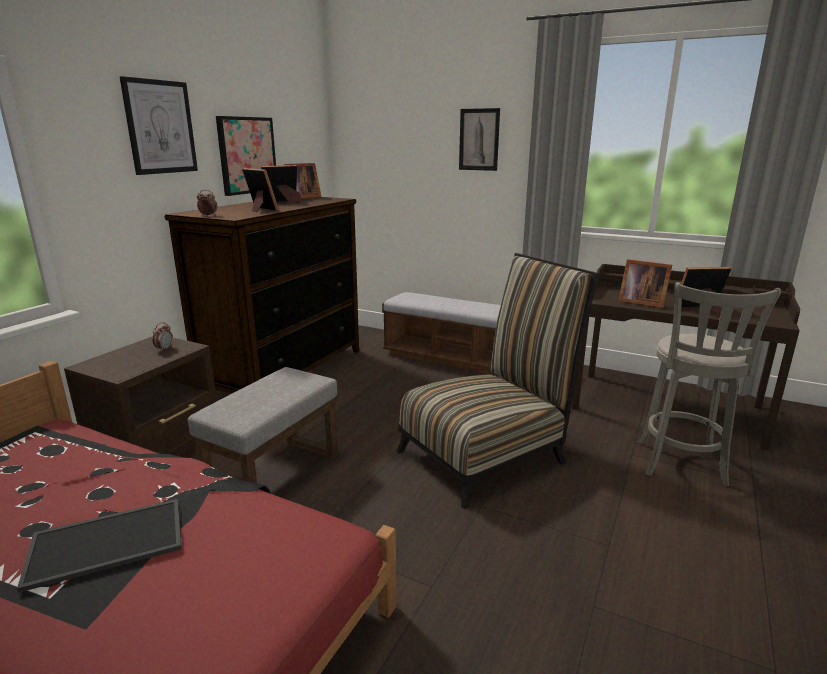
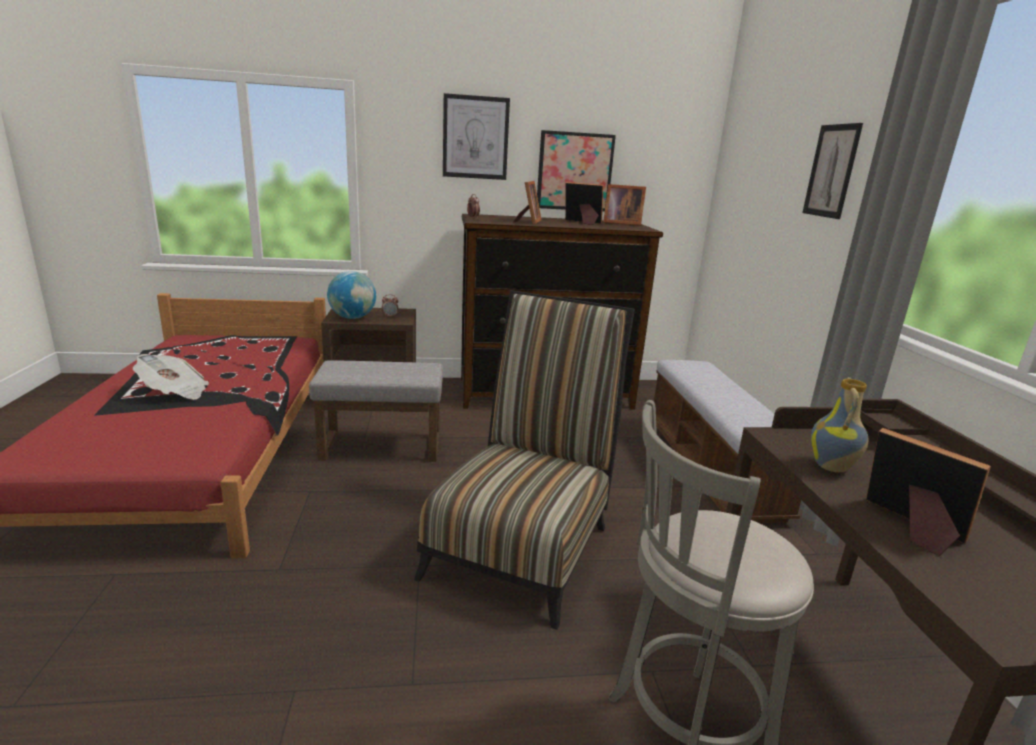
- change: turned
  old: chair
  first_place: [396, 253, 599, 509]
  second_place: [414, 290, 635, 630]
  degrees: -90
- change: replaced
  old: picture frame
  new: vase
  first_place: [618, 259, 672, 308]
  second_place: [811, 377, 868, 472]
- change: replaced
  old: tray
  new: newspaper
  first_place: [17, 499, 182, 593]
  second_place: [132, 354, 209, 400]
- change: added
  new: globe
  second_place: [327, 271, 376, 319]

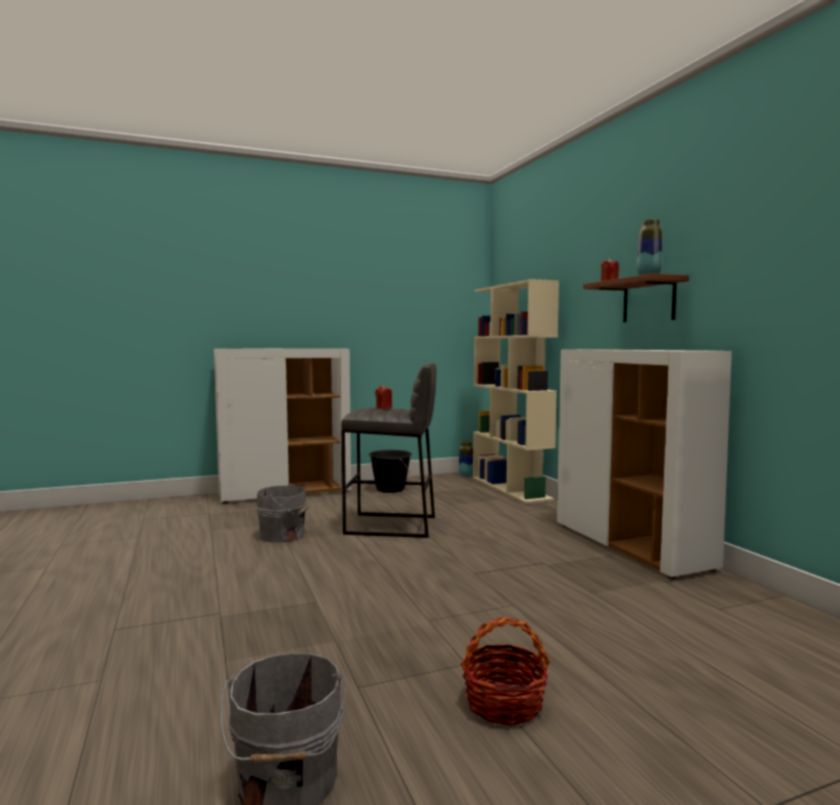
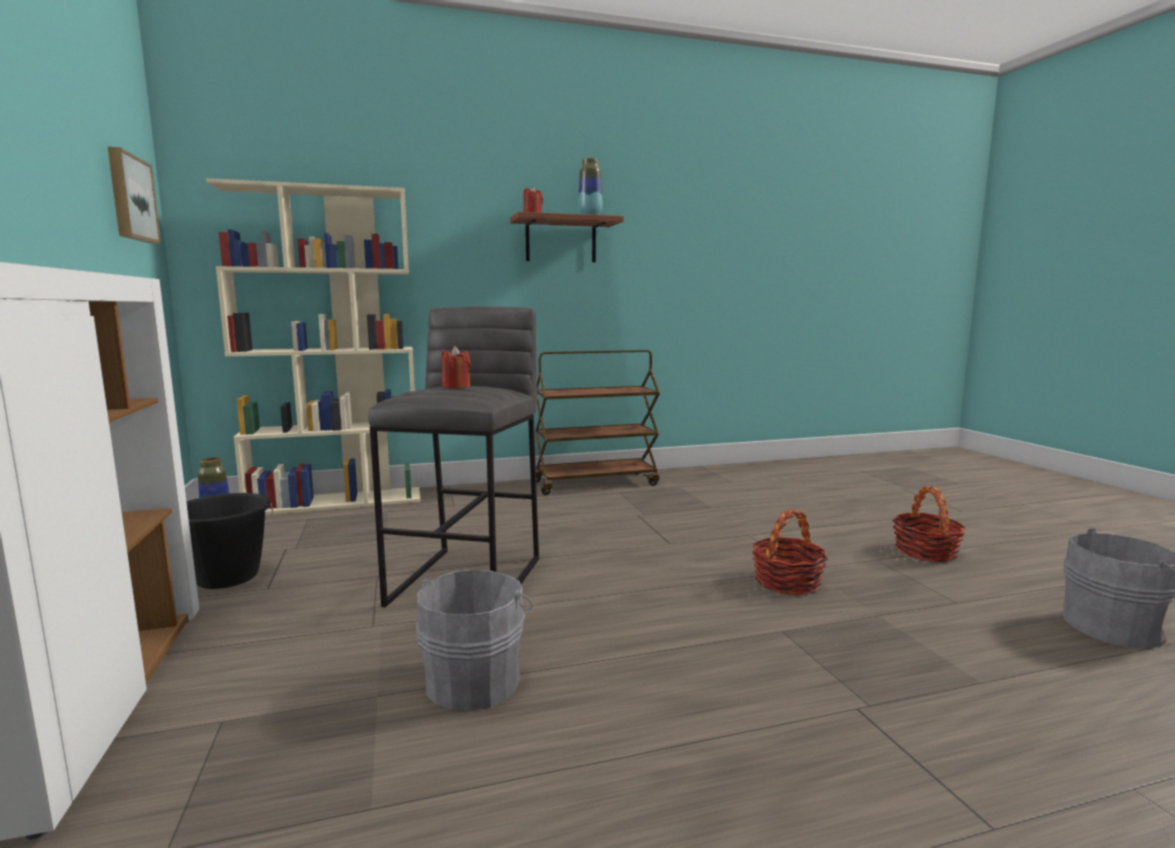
- change: replaced
  old: cabinet in white
  new: cart in brown
  first_place: [557, 349, 732, 579]
  second_place: [535, 350, 660, 495]
- change: added
  new: picture
  second_place: [108, 147, 161, 244]
- change: added
  new: basket
  second_place: [752, 509, 828, 595]

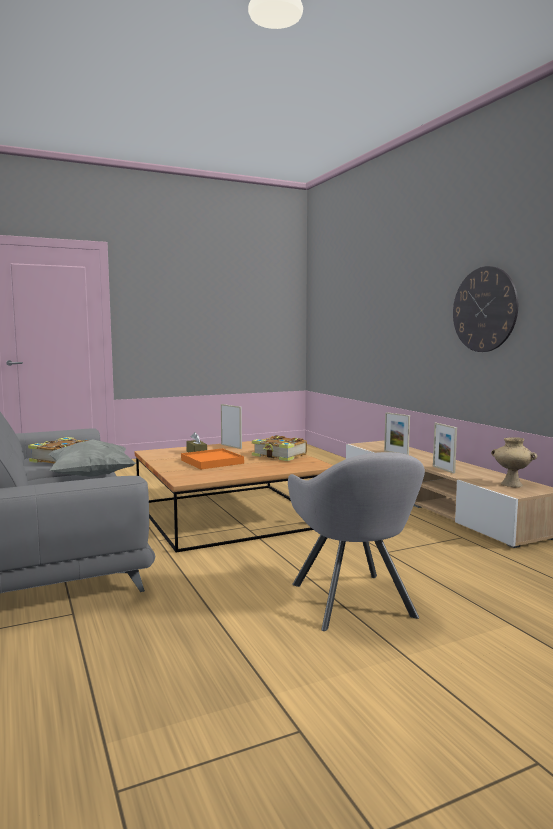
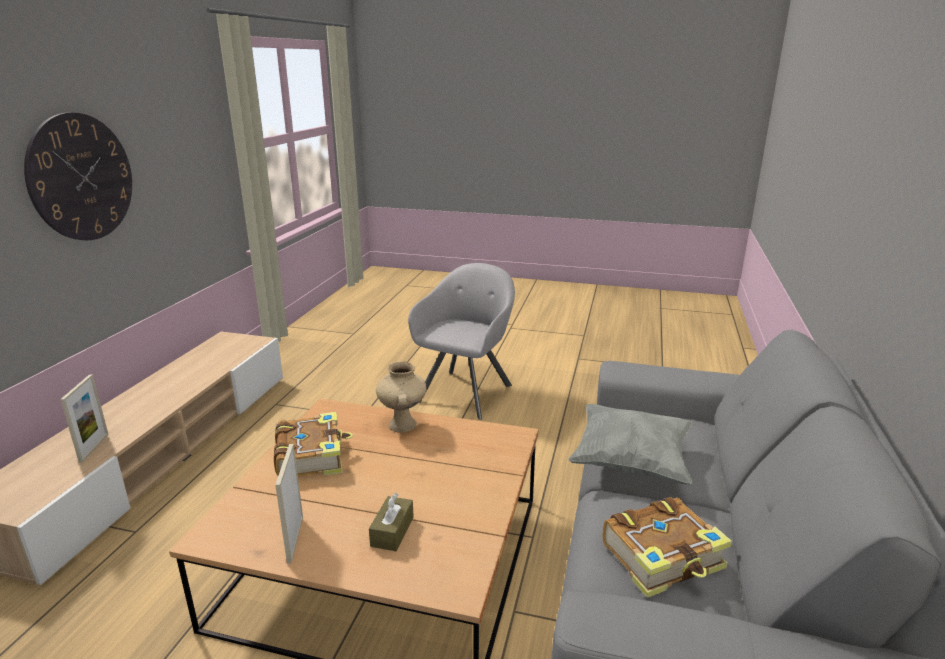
- change: removed
  old: picture frame
  first_place: [433, 423, 457, 473]
- change: moved
  old: vase in beige
  first_place: [491, 437, 537, 487]
  second_place: [376, 362, 427, 433]
- change: removed
  old: tray in orange
  first_place: [181, 448, 244, 470]

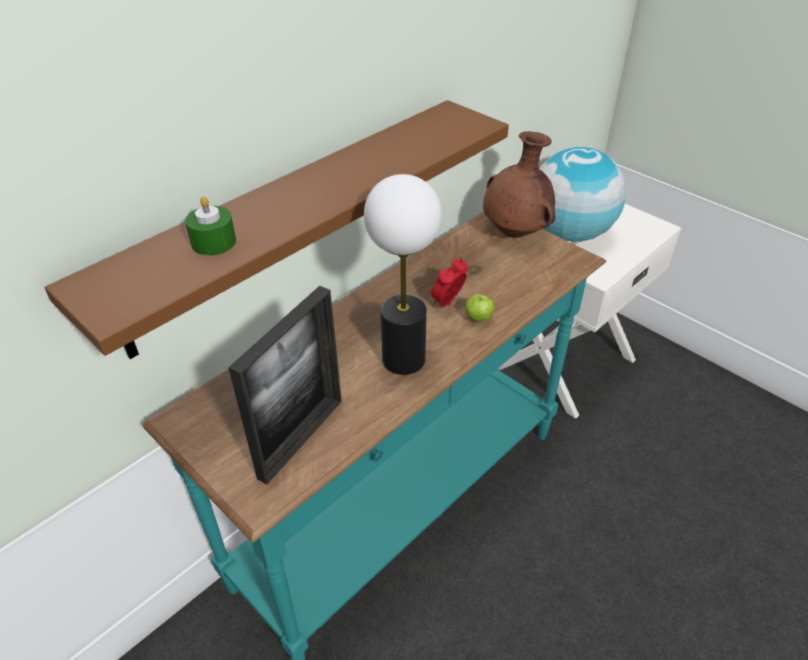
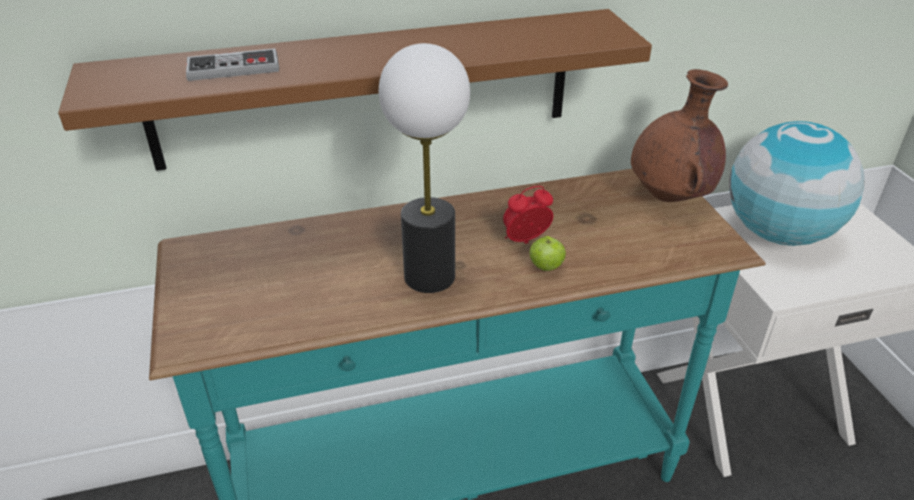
- change: replaced
  old: candle in green
  new: game controller
  first_place: [185, 196, 236, 256]
  second_place: [186, 48, 279, 81]
- change: removed
  old: picture frame
  first_place: [228, 286, 342, 485]

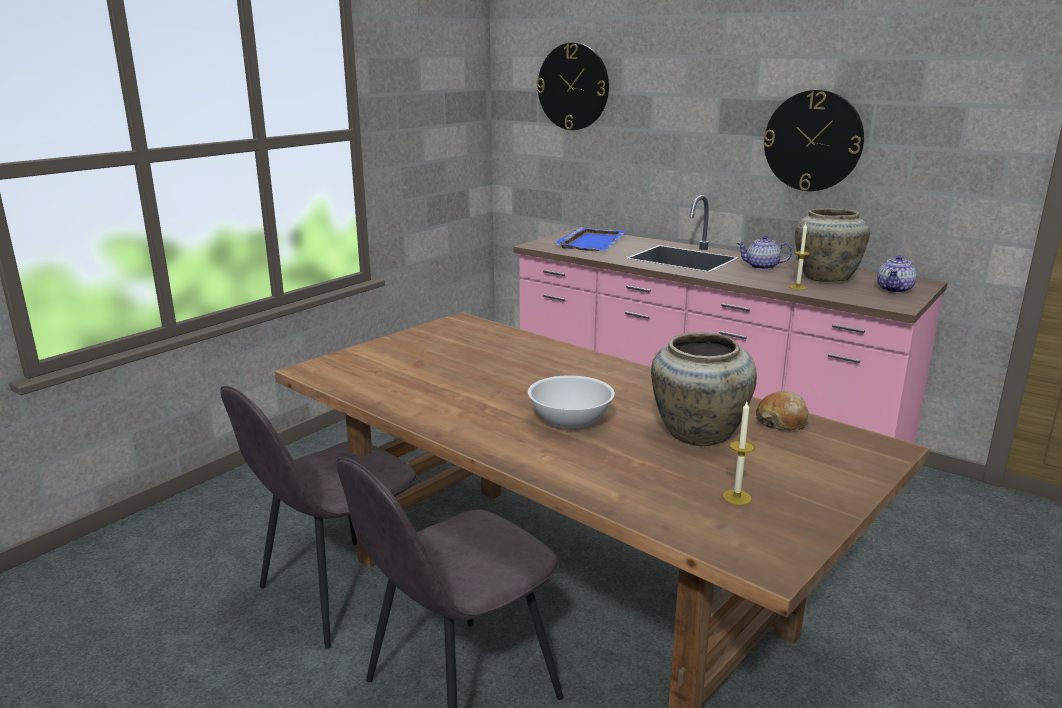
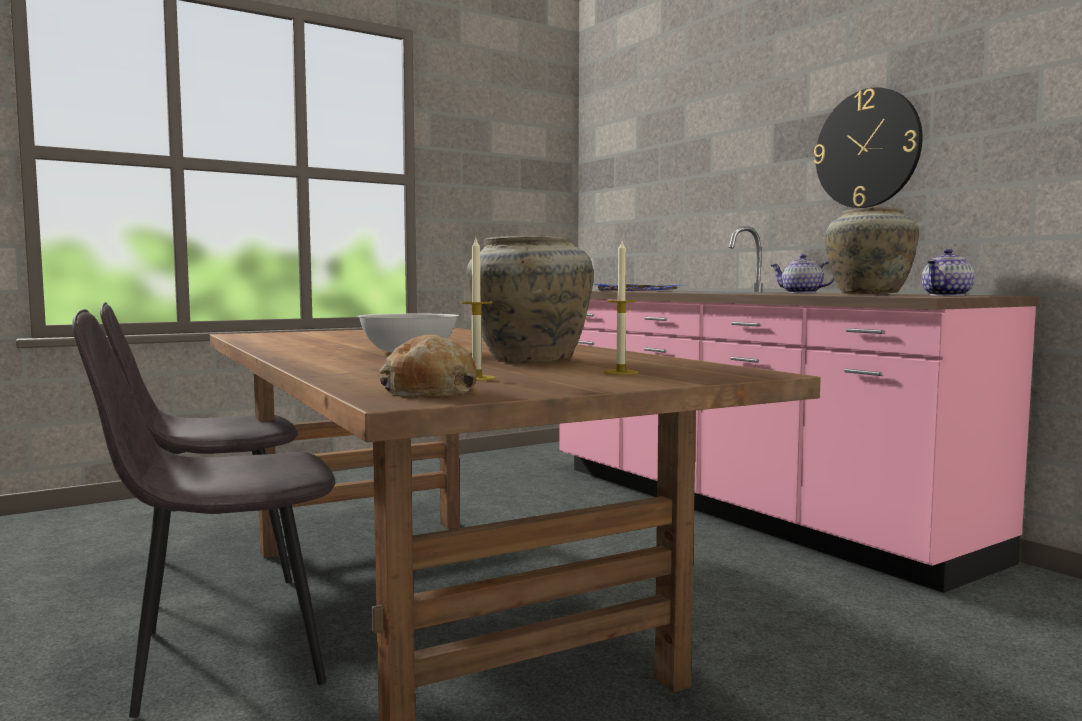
- change: removed
  old: wall clock
  first_place: [537, 43, 609, 130]
- change: moved
  old: candle
  first_place: [789, 224, 810, 290]
  second_place: [603, 241, 639, 375]
- change: moved
  old: bread
  first_place: [756, 391, 809, 431]
  second_place: [379, 335, 477, 396]

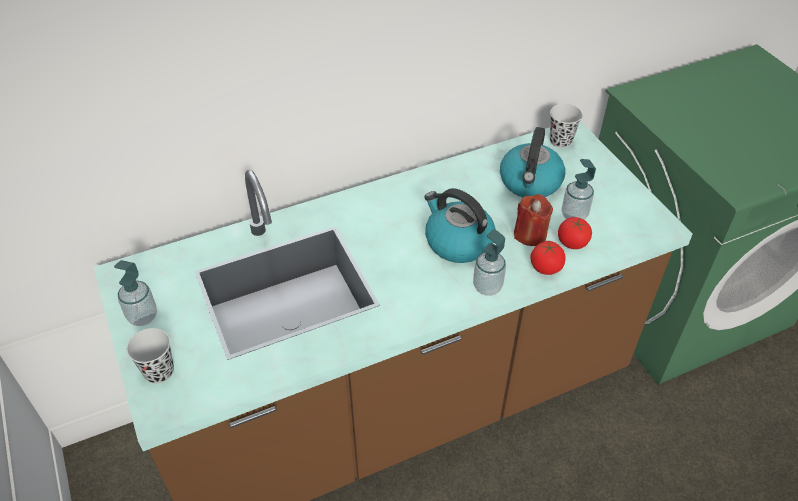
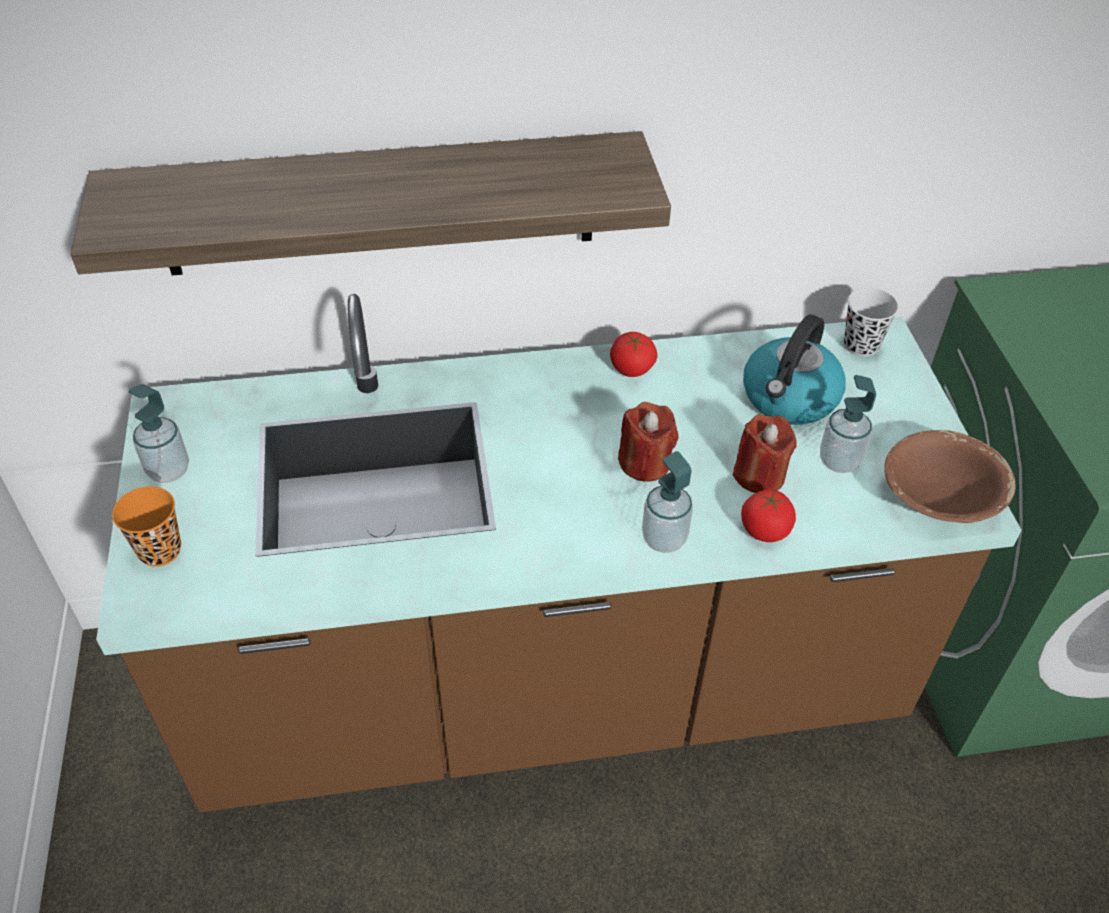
- change: replaced
  old: kettle
  new: candle in red
  first_place: [424, 188, 495, 263]
  second_place: [618, 402, 678, 482]
- change: moved
  old: tomato
  first_place: [558, 217, 592, 249]
  second_place: [610, 332, 658, 377]
- change: recoloured
  old: cup in black
  new: cup in orange
  first_place: [127, 328, 174, 384]
  second_place: [112, 486, 181, 567]
- change: added
  new: shelf
  second_place: [70, 131, 671, 275]
- change: added
  new: bowl in brown
  second_place: [884, 430, 1016, 523]

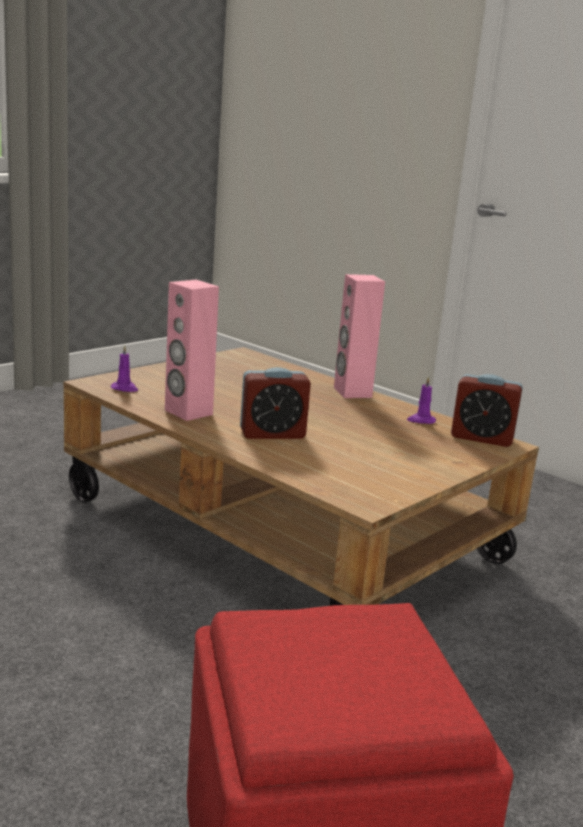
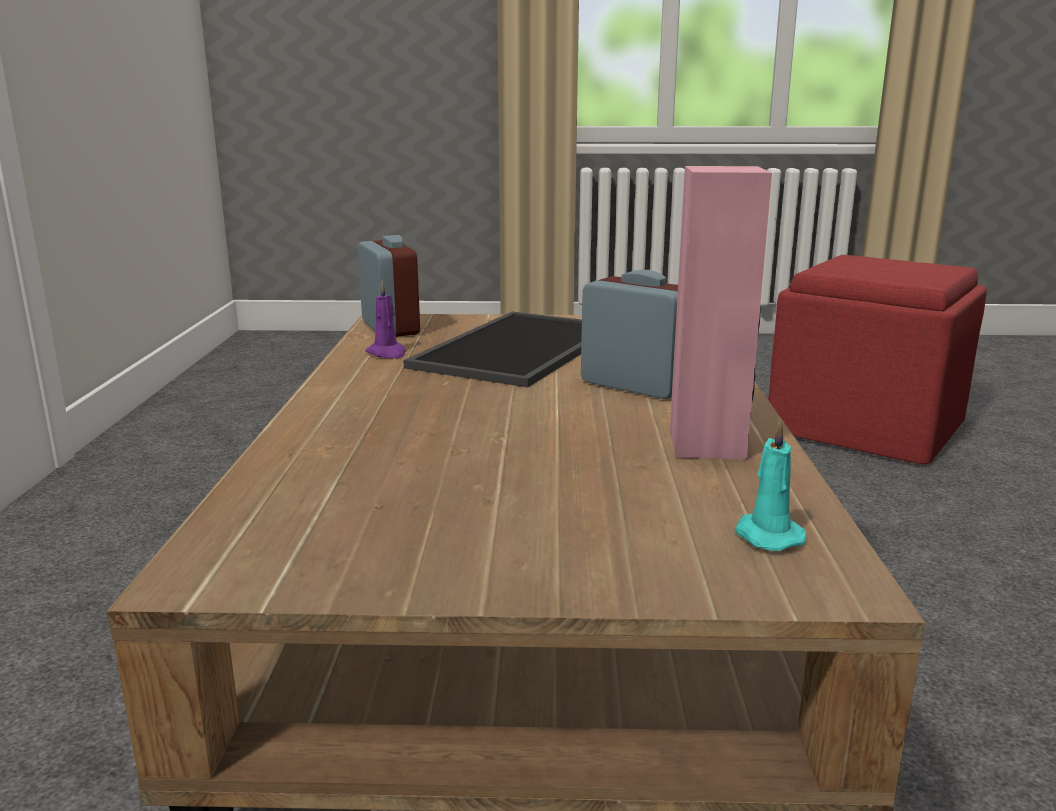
- change: removed
  old: speaker in pink
  first_place: [334, 274, 385, 398]
- change: recoloured
  old: candle in purple
  new: candle in turquoise
  first_place: [111, 345, 138, 392]
  second_place: [735, 419, 807, 551]
- change: added
  new: tray
  second_place: [403, 312, 582, 387]

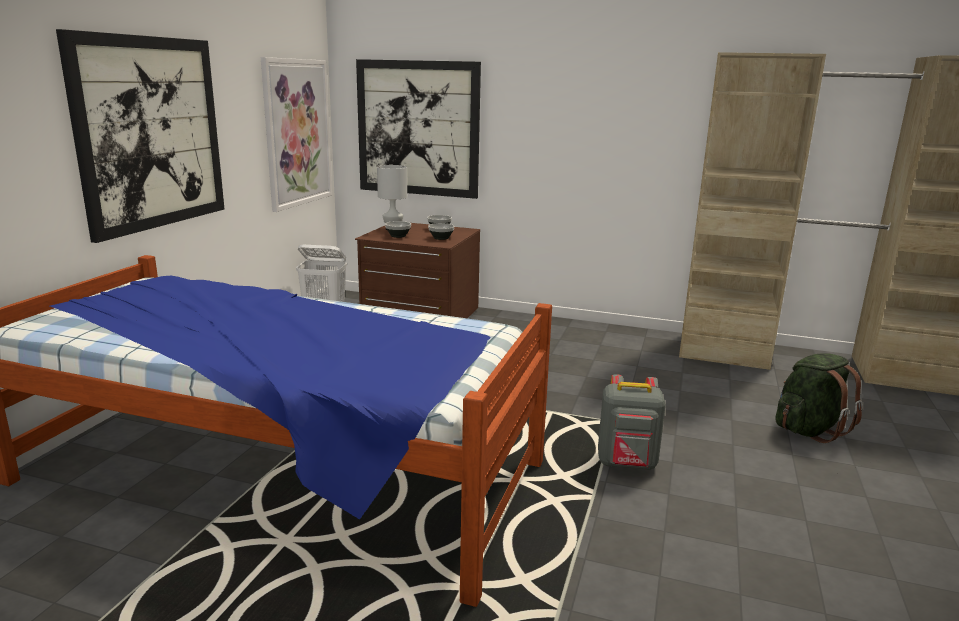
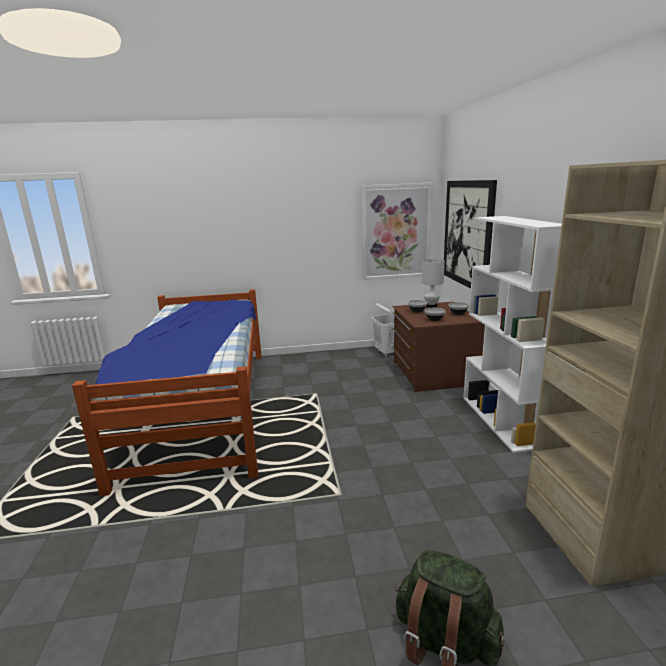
- change: removed
  old: picture
  first_place: [56, 29, 224, 243]
- change: removed
  old: backpack in grey
  first_place: [598, 374, 666, 470]
- change: added
  new: bookcase in white
  second_place: [463, 216, 562, 453]

